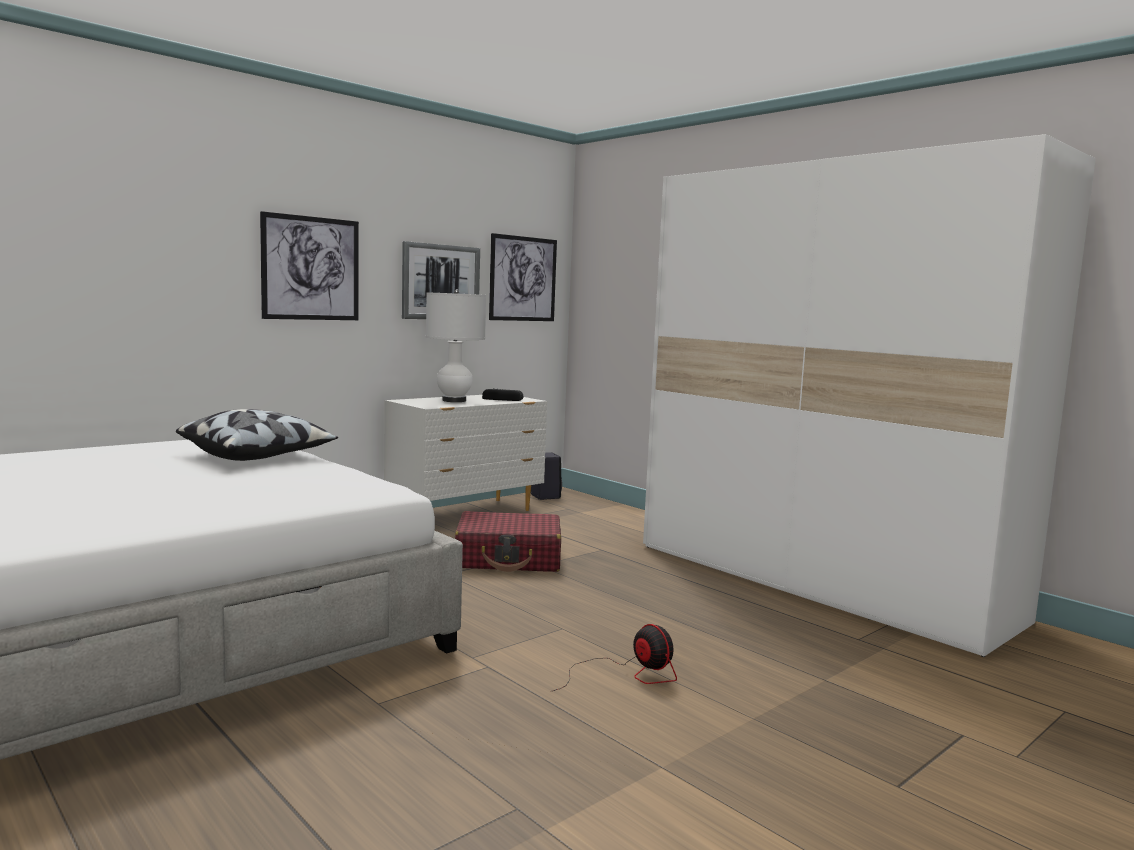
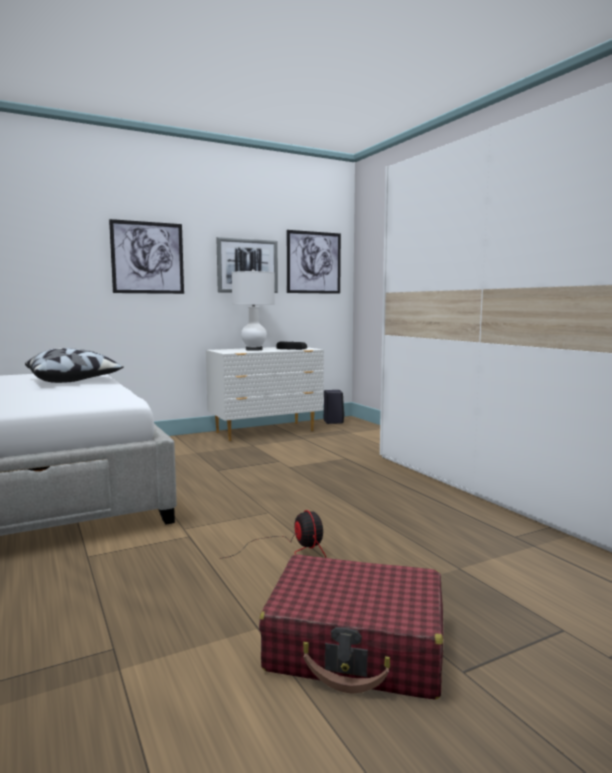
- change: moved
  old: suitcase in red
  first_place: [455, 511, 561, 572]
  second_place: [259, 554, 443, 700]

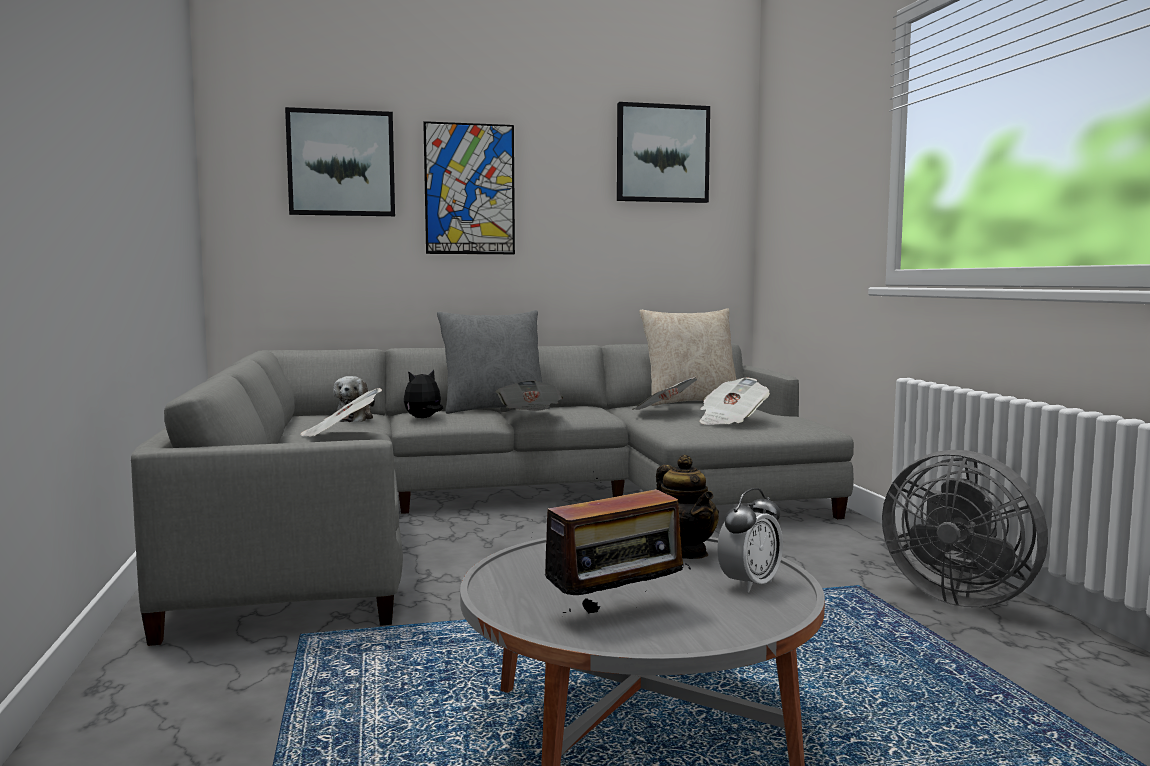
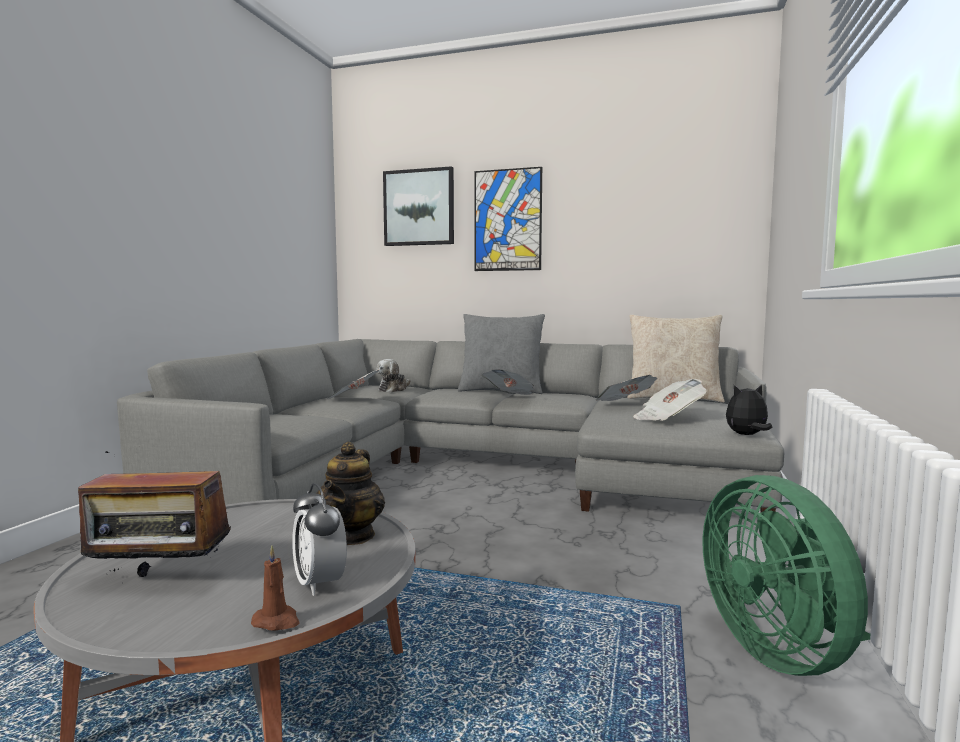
- change: removed
  old: picture
  first_place: [617, 102, 710, 203]
- change: moved
  old: plush toy
  first_place: [404, 370, 443, 418]
  second_place: [726, 384, 772, 435]
- change: recoloured
  old: fan in grey
  new: fan in green
  first_place: [882, 450, 1048, 607]
  second_place: [703, 475, 870, 676]
- change: turned
  old: alarm clock
  first_place: [717, 488, 783, 593]
  second_place: [292, 483, 347, 596]
  degrees: 75
- change: added
  new: candle in brown
  second_place: [251, 546, 300, 630]

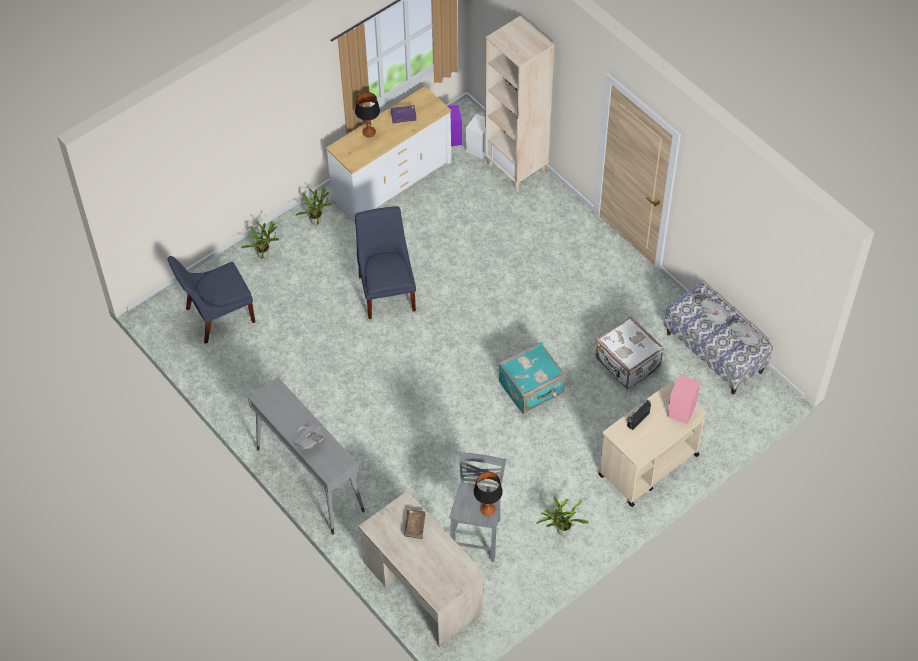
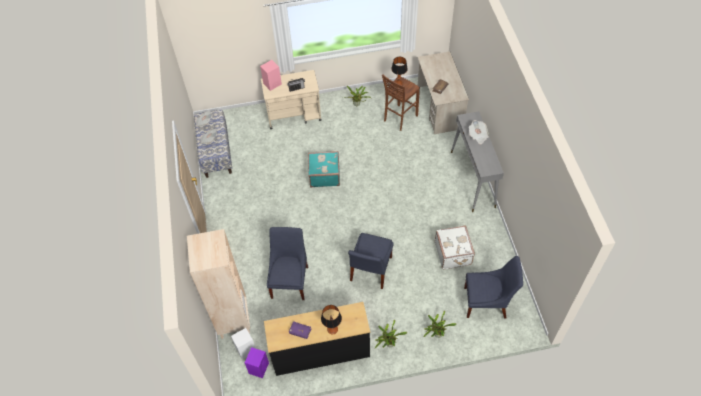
- change: recoloured
  old: dresser in white
  new: dresser in black
  first_place: [326, 86, 451, 222]
  second_place: [264, 302, 370, 376]
- change: moved
  old: suitcase in white
  first_place: [595, 316, 664, 389]
  second_place: [435, 225, 475, 269]
- change: recoloured
  old: stool in grey
  new: stool in brown
  first_place: [450, 452, 506, 562]
  second_place: [382, 74, 420, 131]
- change: added
  new: chair in blue
  second_place: [267, 227, 308, 300]

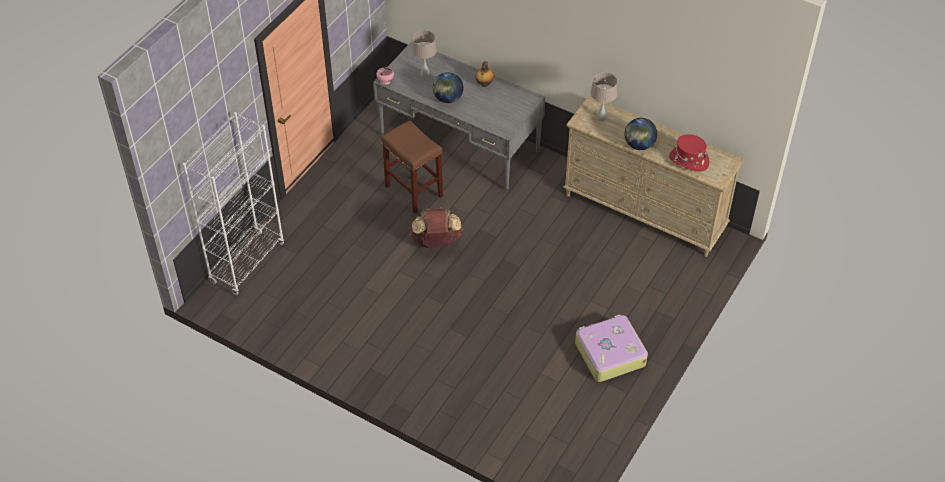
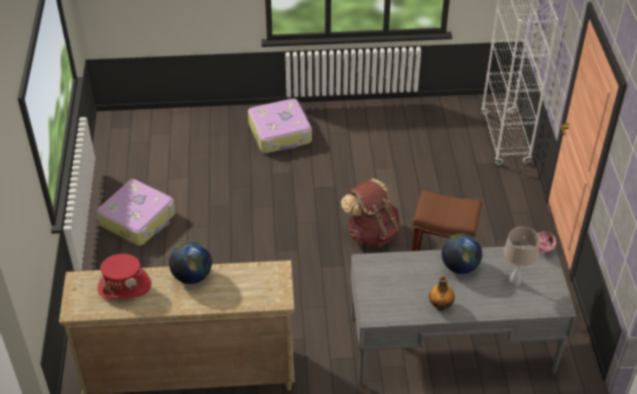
- change: removed
  old: table lamp in beige
  first_place: [590, 72, 617, 121]
- change: added
  new: suitcase
  second_place: [248, 99, 312, 153]

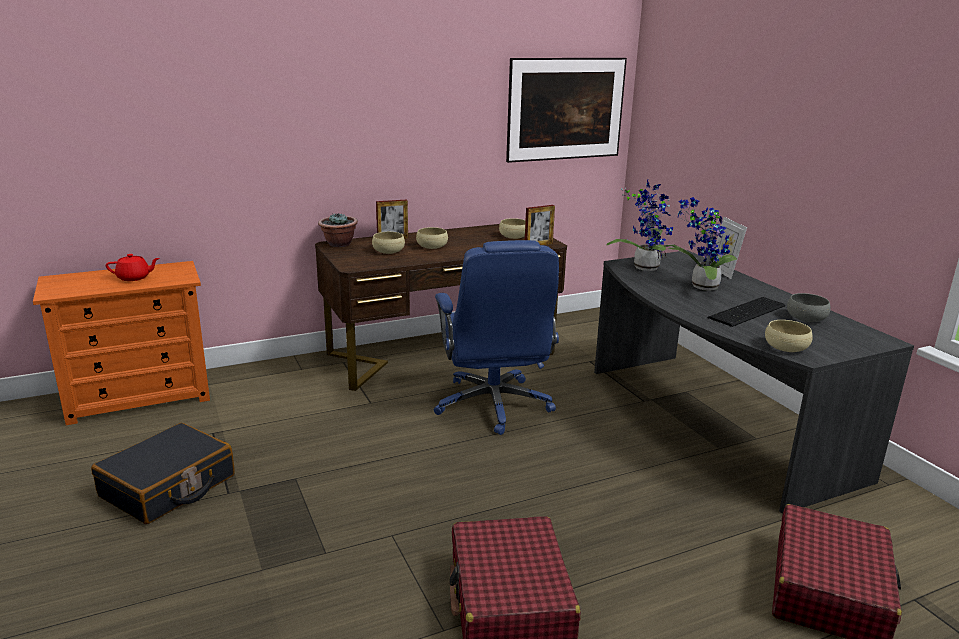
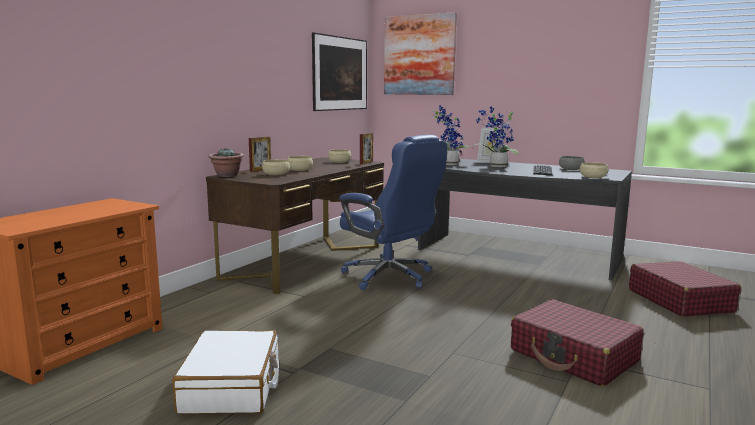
- change: removed
  old: teapot in red
  first_place: [106, 254, 159, 281]
- change: recoloured
  old: suitcase in black
  new: suitcase in white
  first_place: [91, 423, 235, 524]
  second_place: [173, 330, 279, 414]
- change: added
  new: picture
  second_place: [384, 12, 457, 95]

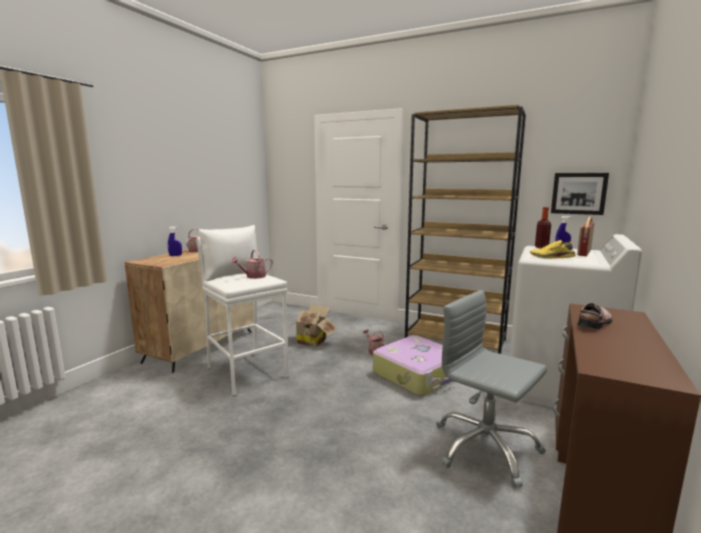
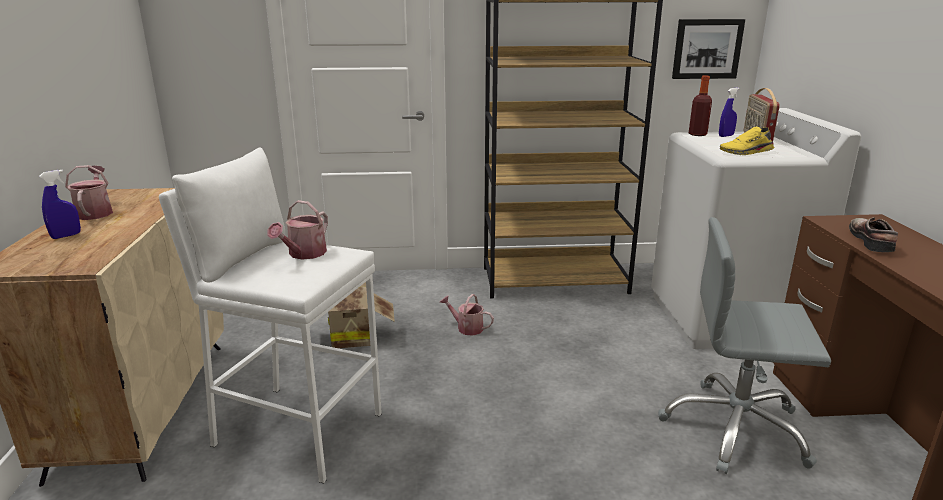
- change: removed
  old: suitcase
  first_place: [373, 335, 453, 396]

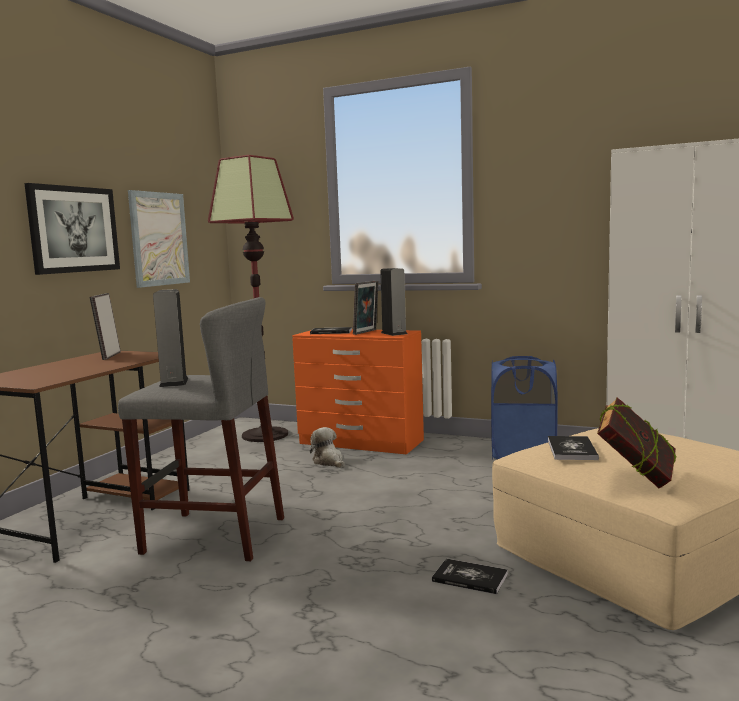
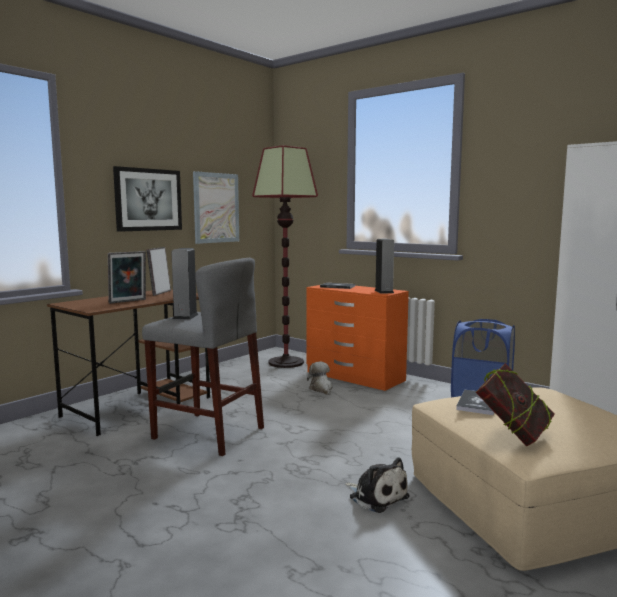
- change: moved
  old: picture frame
  first_place: [353, 281, 379, 335]
  second_place: [108, 251, 146, 304]
- change: replaced
  old: book
  new: plush toy
  first_place: [432, 559, 508, 594]
  second_place: [345, 458, 410, 513]

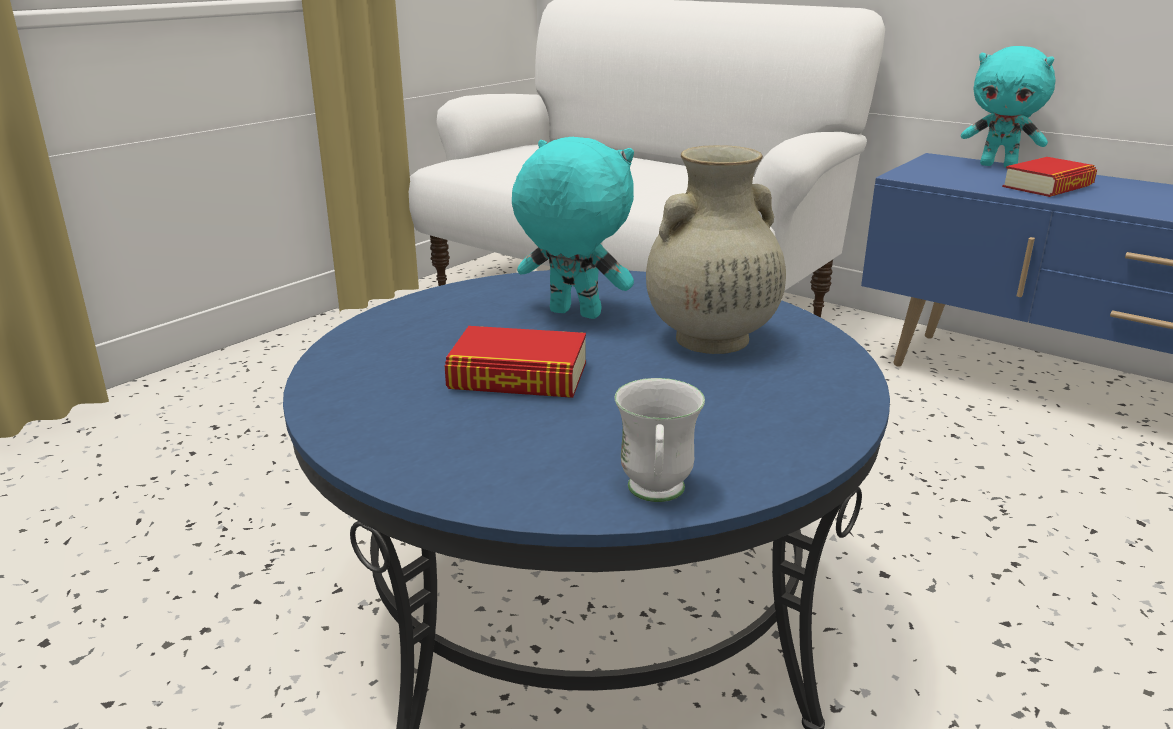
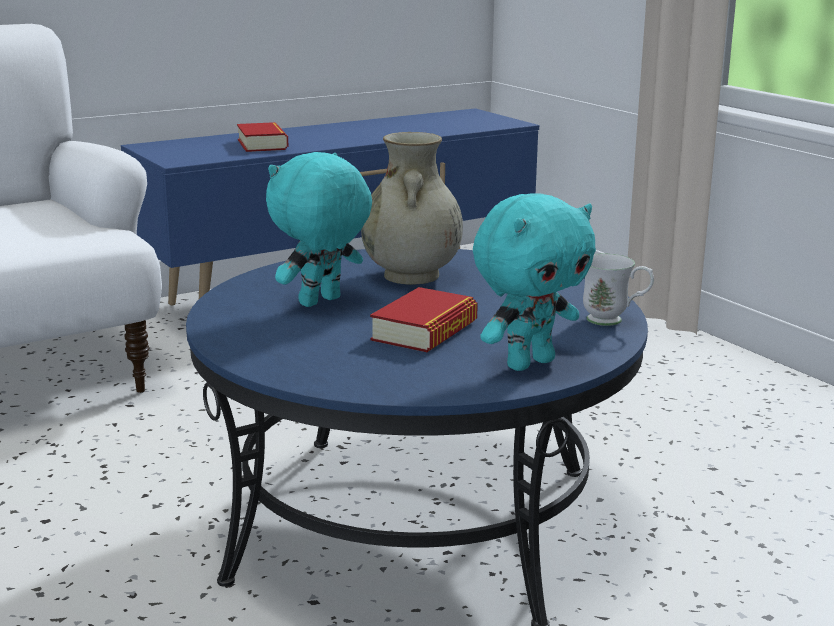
- change: moved
  old: plush toy in turquoise
  first_place: [961, 46, 1055, 168]
  second_place: [473, 193, 596, 371]

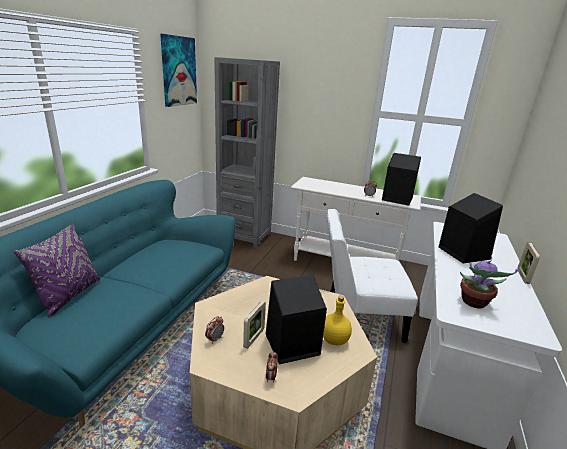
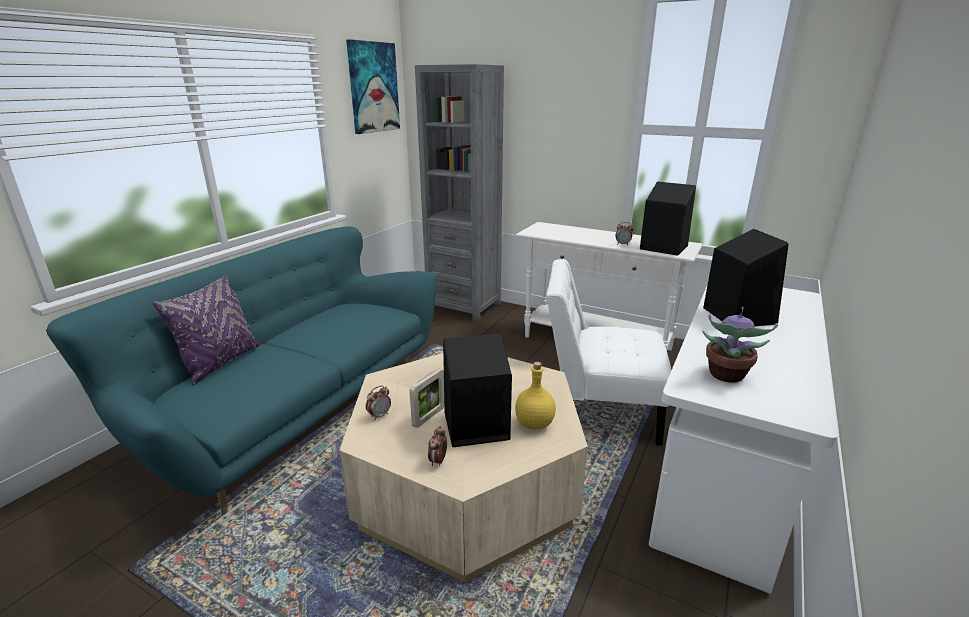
- change: removed
  old: picture frame
  first_place: [517, 242, 540, 284]

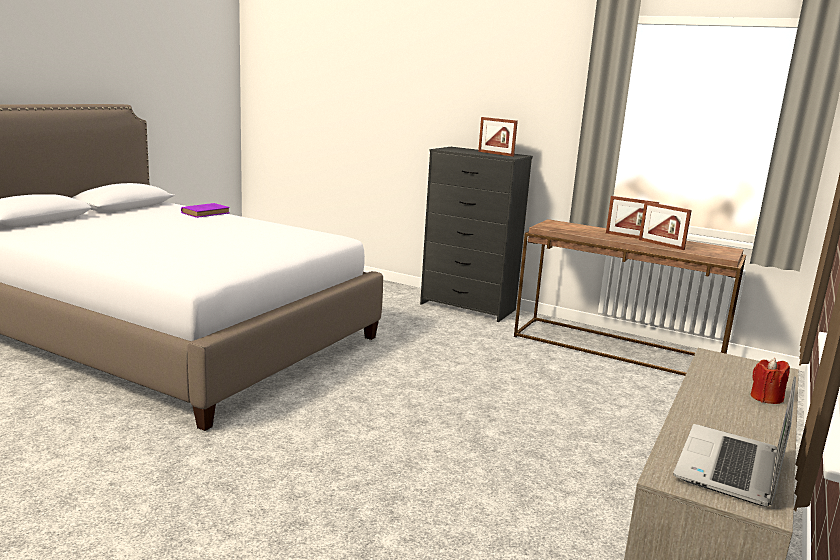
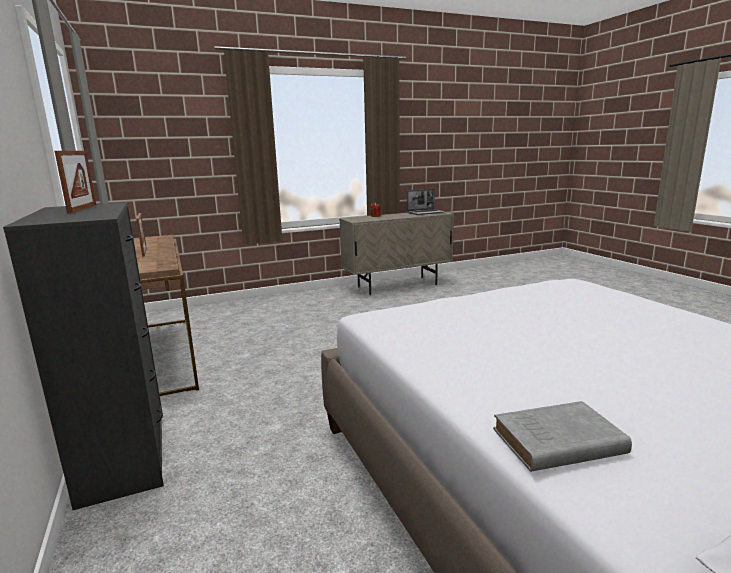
- change: removed
  old: picture frame
  first_place: [639, 201, 692, 250]
- change: recoloured
  old: book in purple
  new: book in grey
  first_place: [181, 203, 230, 218]
  second_place: [493, 401, 632, 472]

